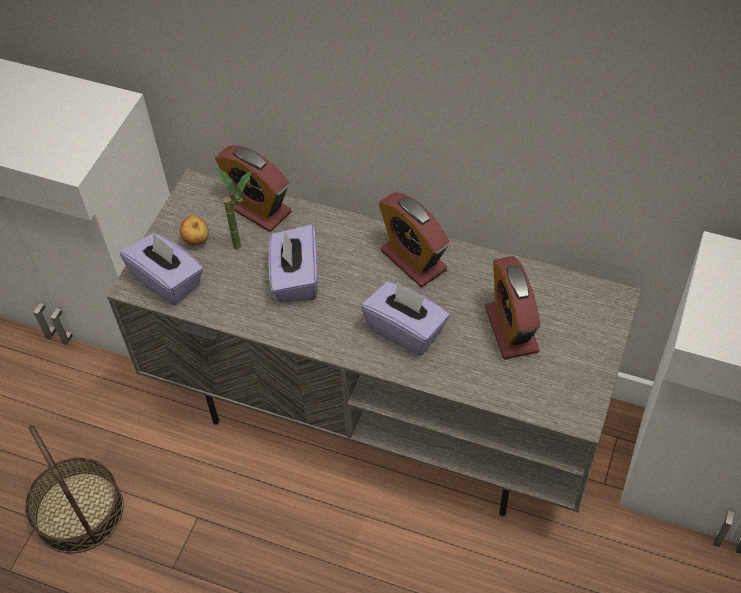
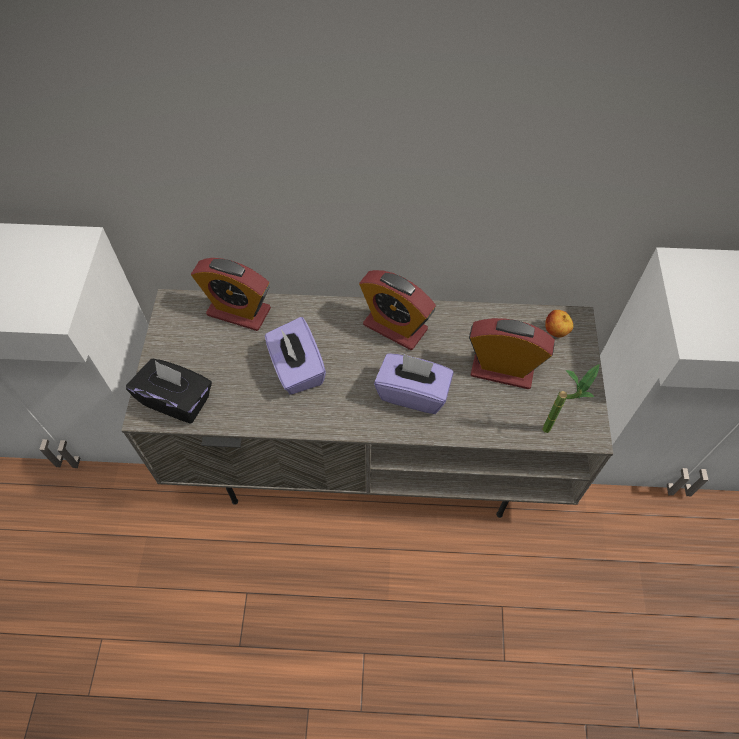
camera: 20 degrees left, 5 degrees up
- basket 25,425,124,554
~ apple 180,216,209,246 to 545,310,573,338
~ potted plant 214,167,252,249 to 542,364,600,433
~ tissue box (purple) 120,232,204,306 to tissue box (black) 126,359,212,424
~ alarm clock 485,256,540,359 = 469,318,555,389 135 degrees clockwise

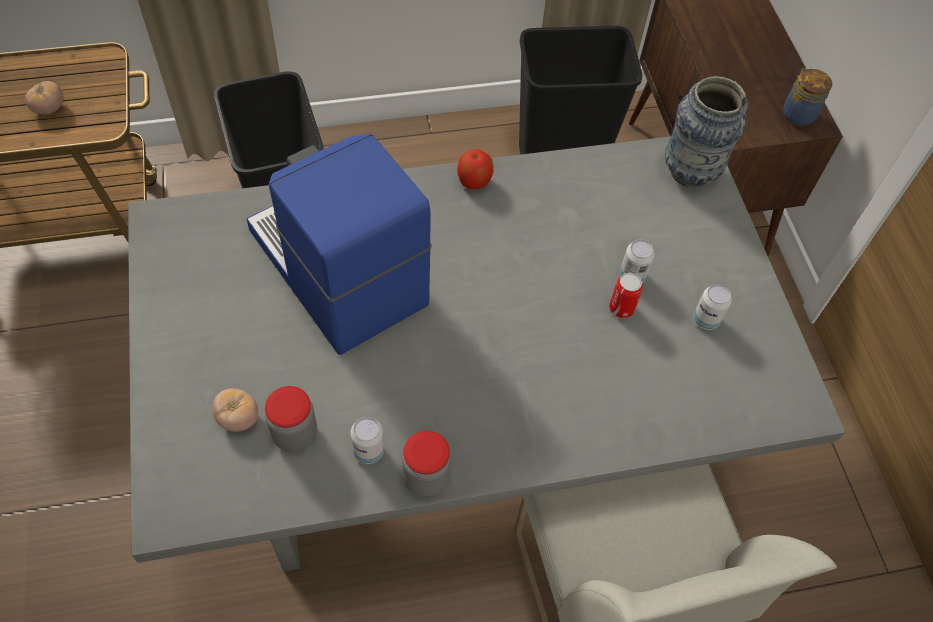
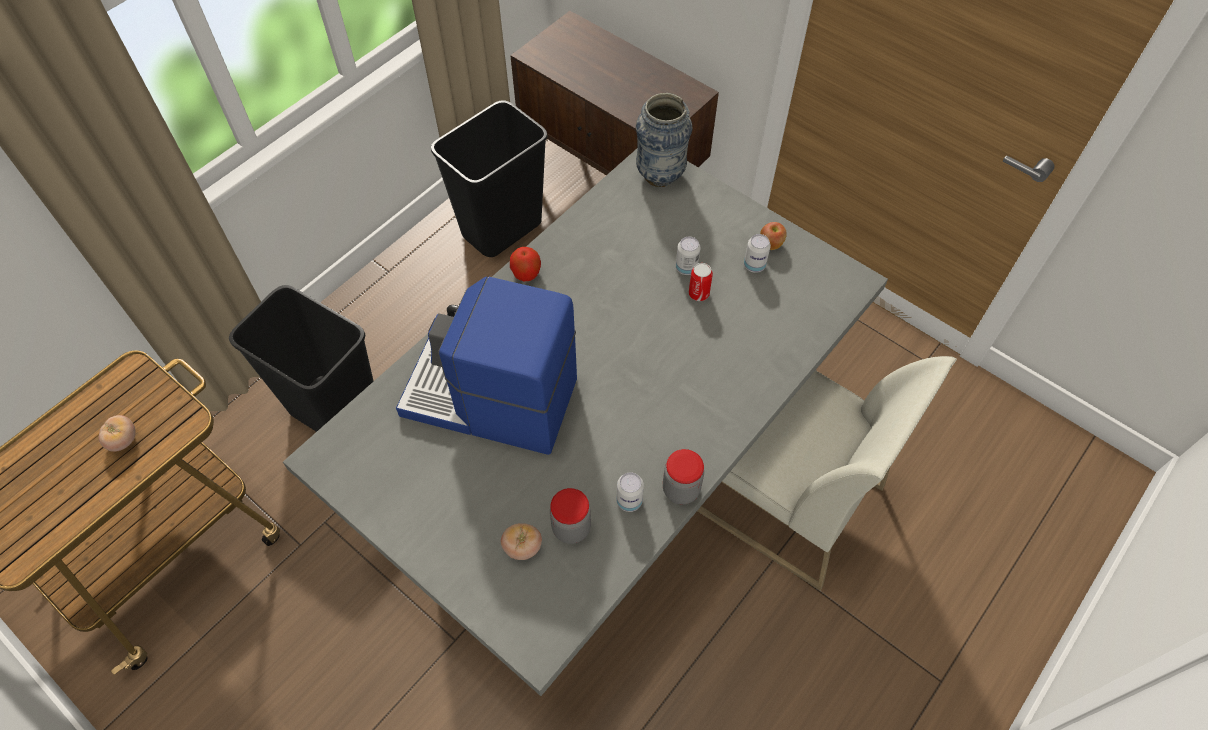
camera: 35 degrees left, 0 degrees up
- jar 783,68,832,126
+ apple 760,222,787,250

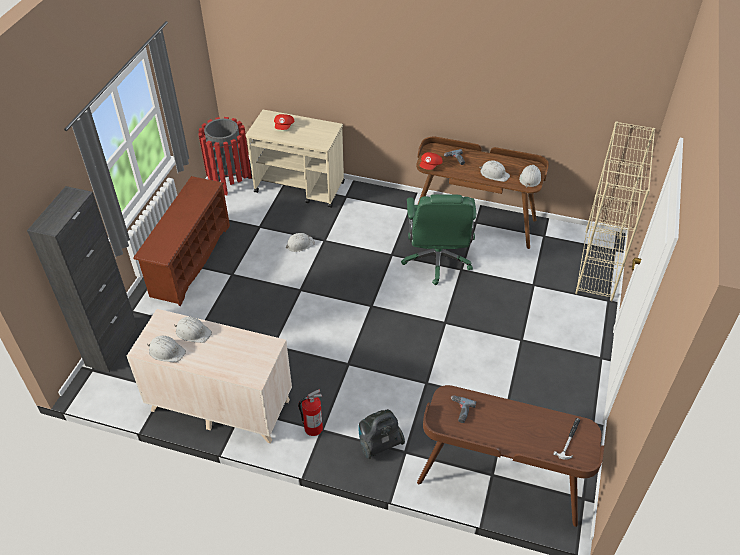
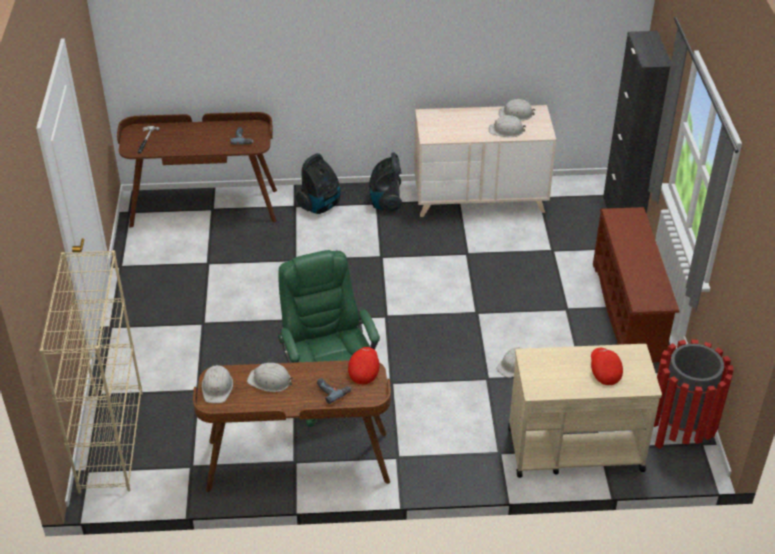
camera: 160 degrees right, 5 degrees down
~ fire extinguisher 298,389,323,436 to vacuum cleaner 369,152,402,212

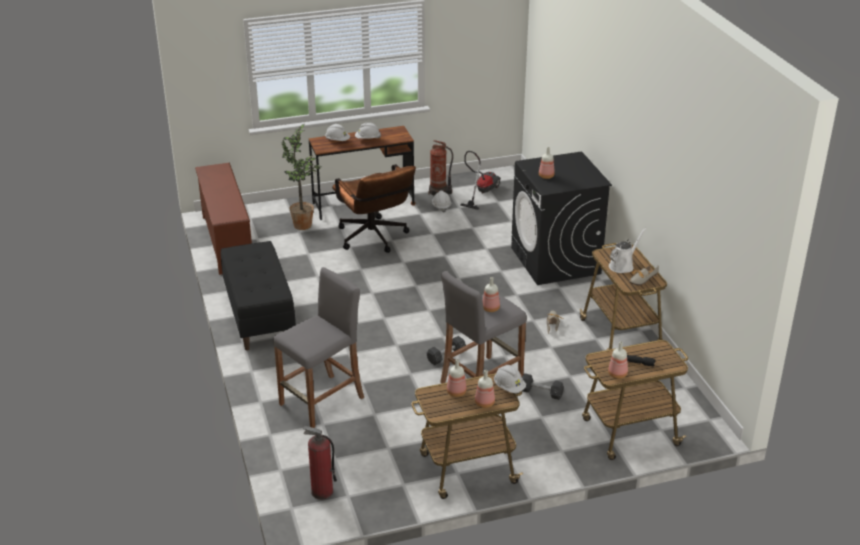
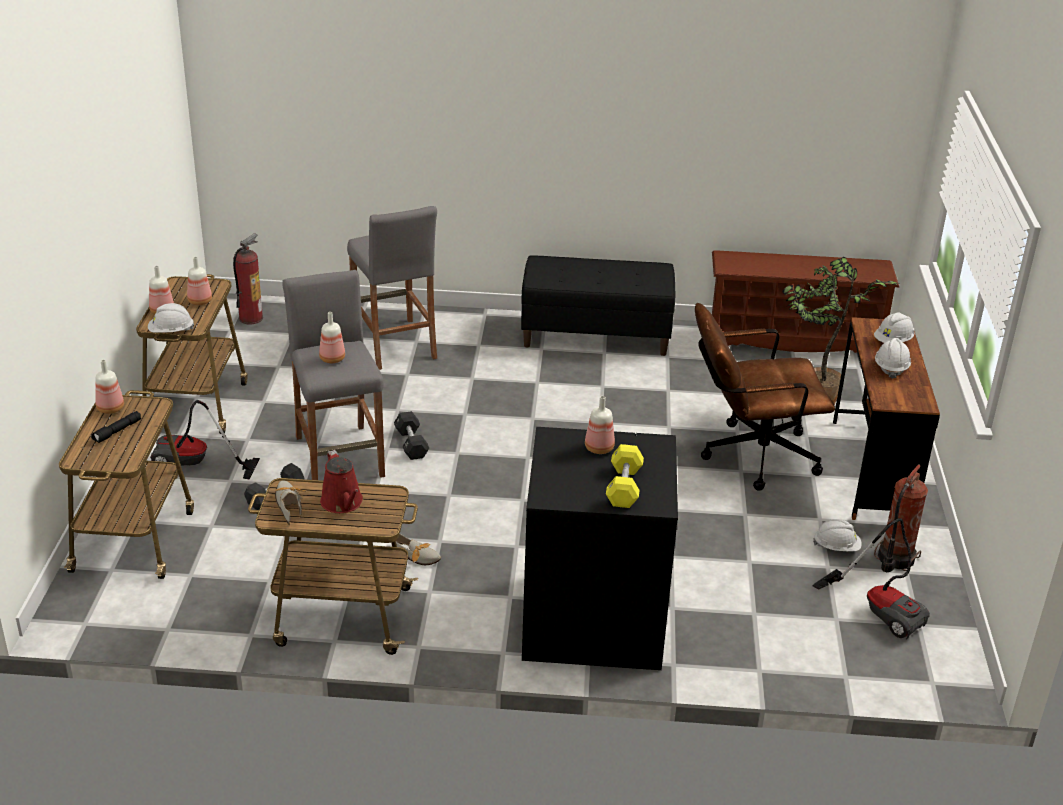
camera: 110 degrees right, 0 degrees up
+ vacuum cleaner 150,400,260,480
+ dumbbell (yellow) 606,444,644,508
~ watering can (white) 609,228,646,273 to watering can (red) 320,450,363,513

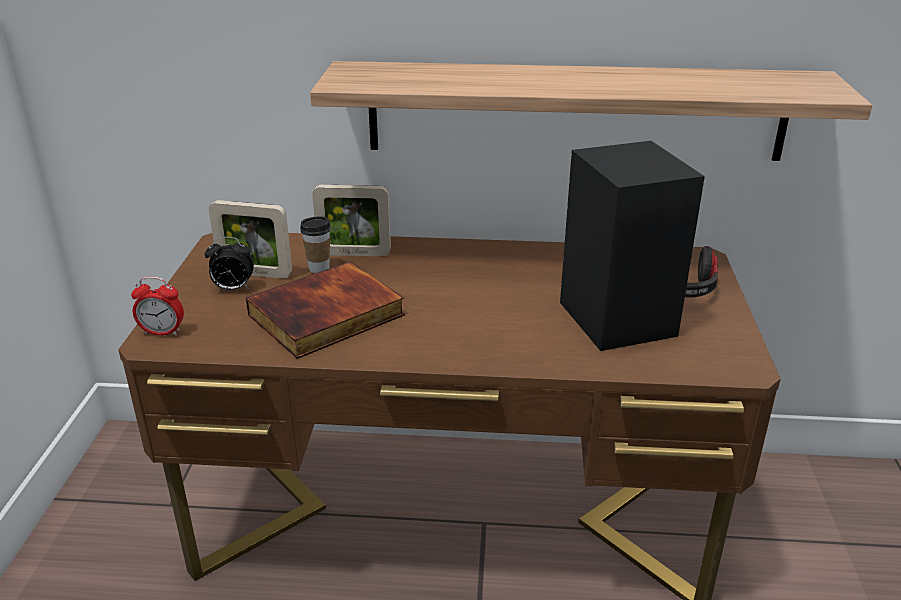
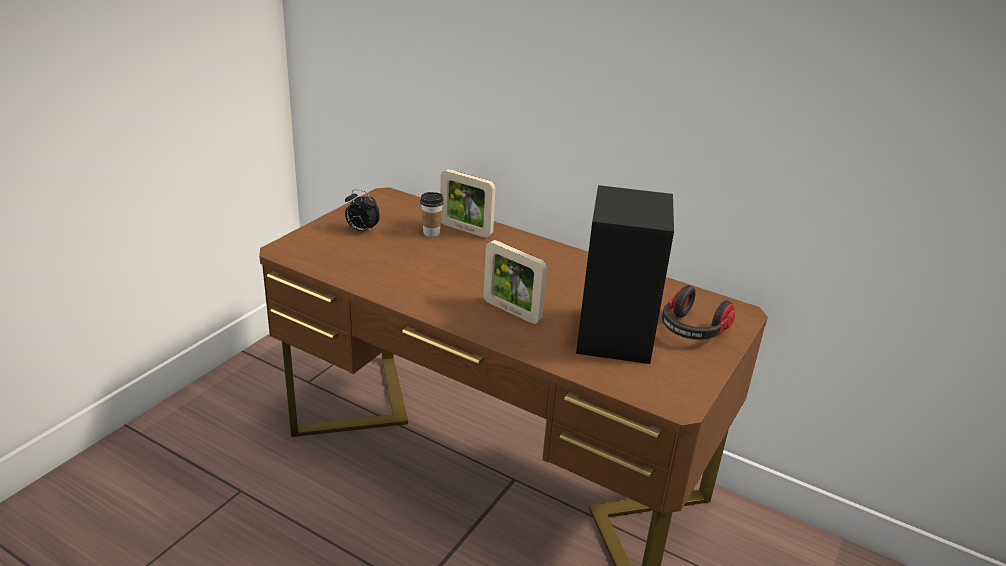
camera: 25 degrees right, 0 degrees up
- alarm clock 131,277,184,336
- book 246,261,405,359
- shelf 310,61,872,161
~ picture frame 209,200,292,279 to 483,240,547,324

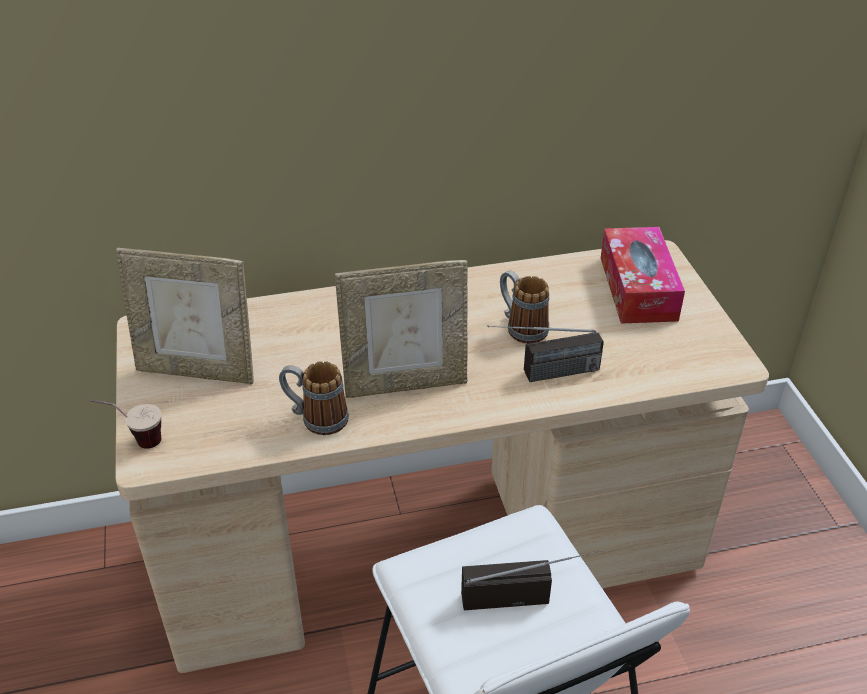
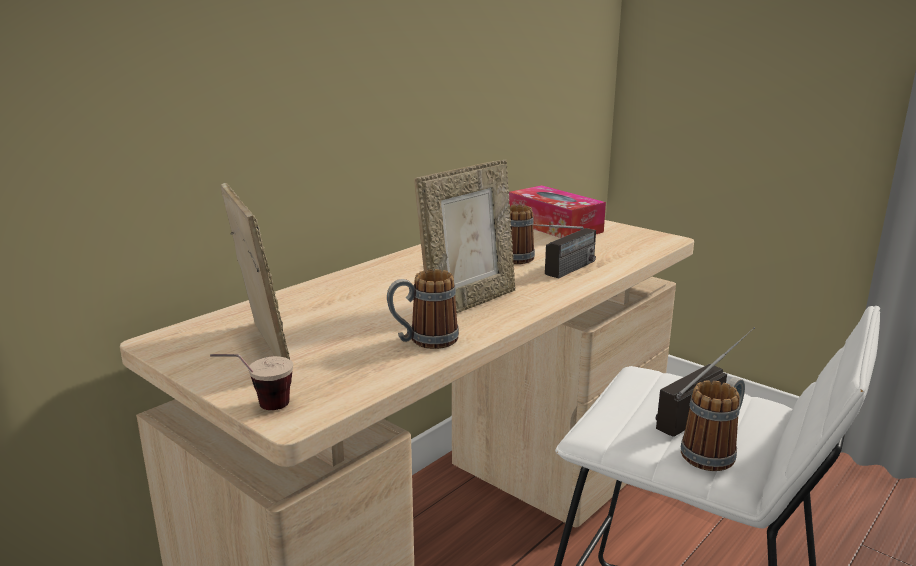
camera: 35 degrees left, 20 degrees down
+ mug 681,377,745,471
~ picture frame 116,248,254,384 = 220,183,290,359 90 degrees counterclockwise

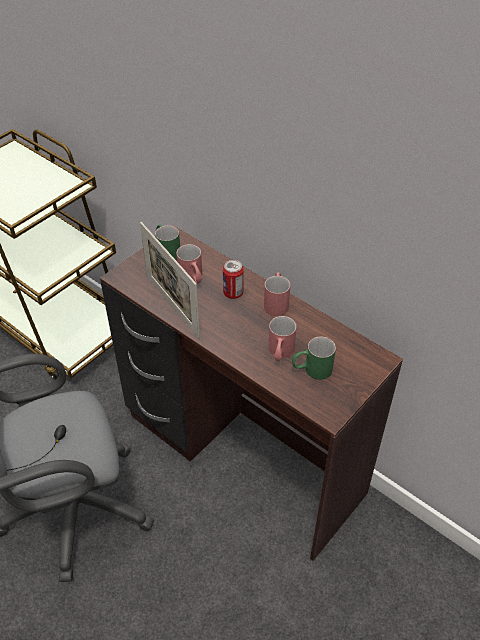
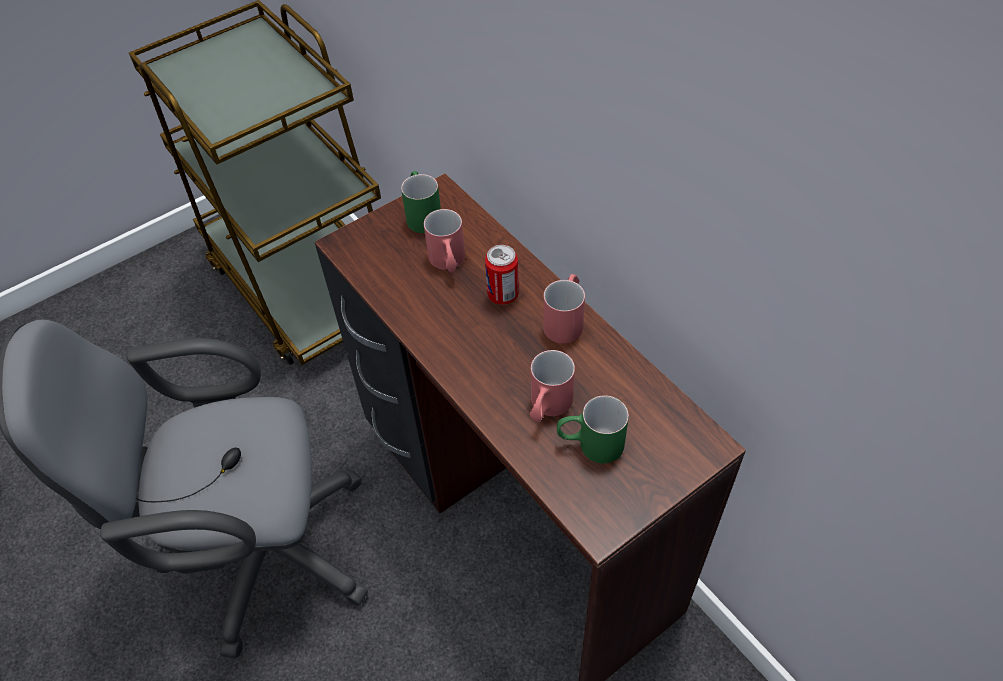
camera: 15 degrees right, 5 degrees up
- picture frame 140,222,200,339

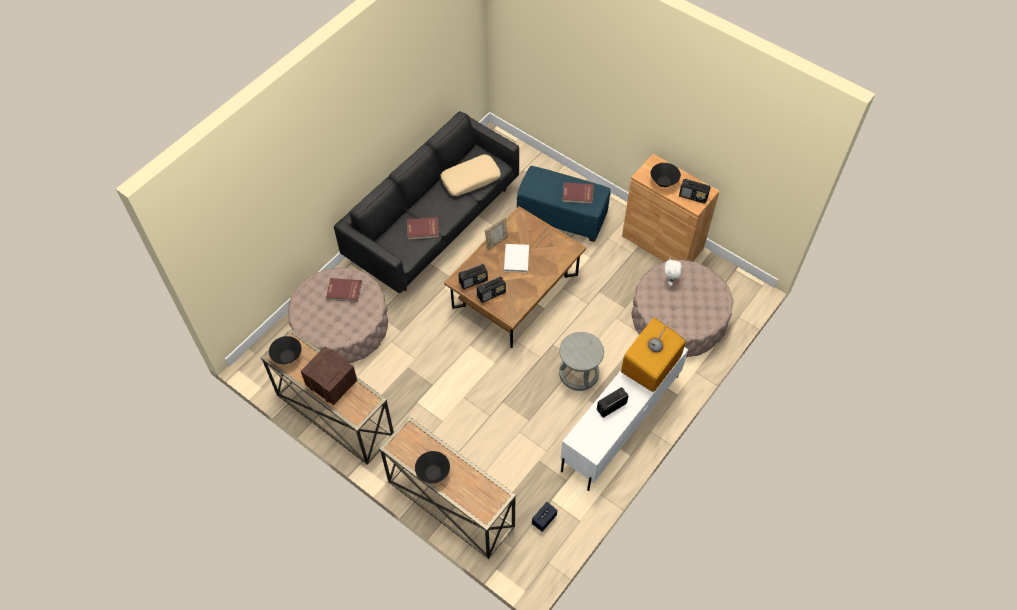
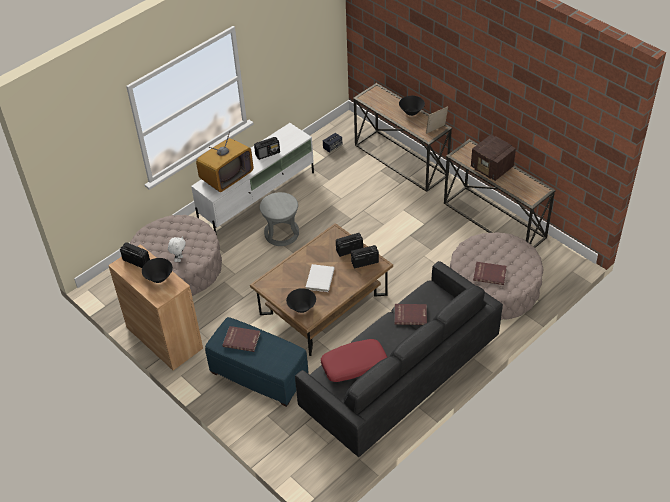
camera: 170 degrees left, 10 degrees down
~ bowl (black) 269,336,302,365 to 286,288,316,313
~ picture frame 485,217,508,250 to 426,106,448,134
~ pillow (beige) 440,154,501,196 to pillow (red) 321,339,387,382

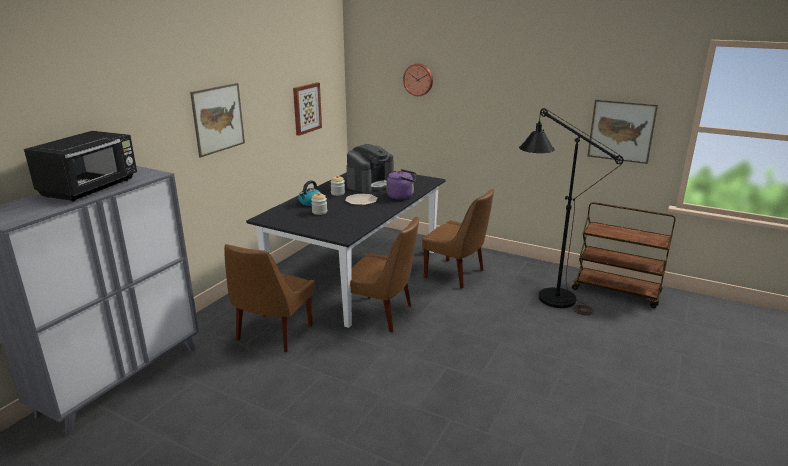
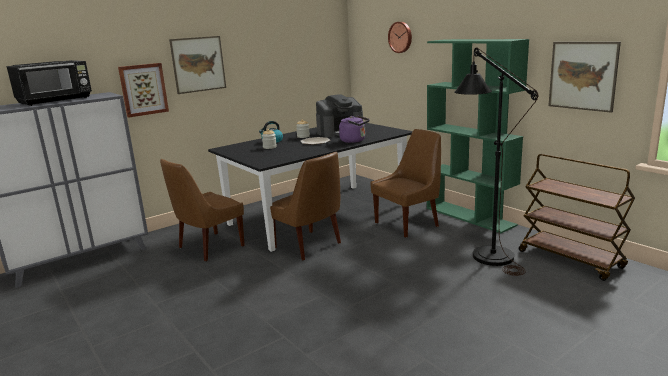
camera: 25 degrees right, 5 degrees down
+ bookcase (green) 427,39,529,233
~ picture 293,83,322,136 to 118,63,169,118
~ chair (brown) 422,189,494,289 = 370,129,441,238 90 degrees counterclockwise

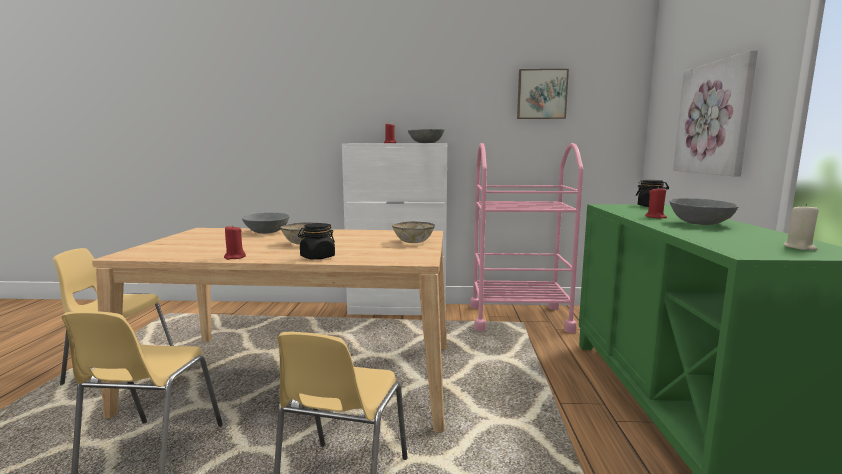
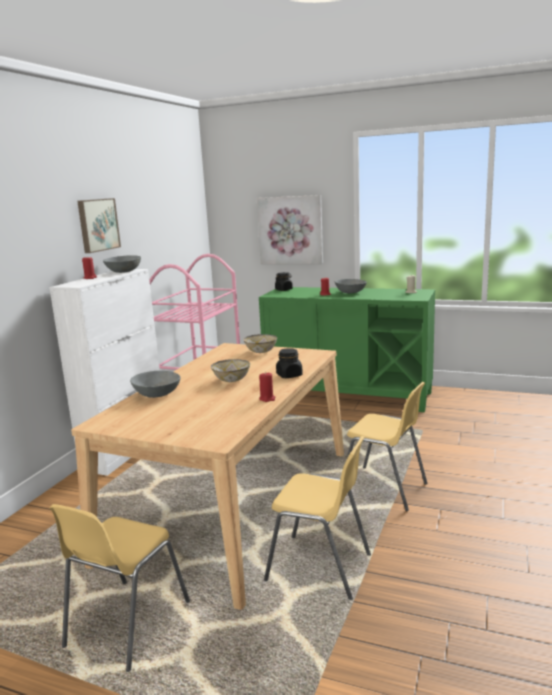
camera: 70 degrees left, 5 degrees up
~ picture 517,69,569,119 to 77,198,121,253

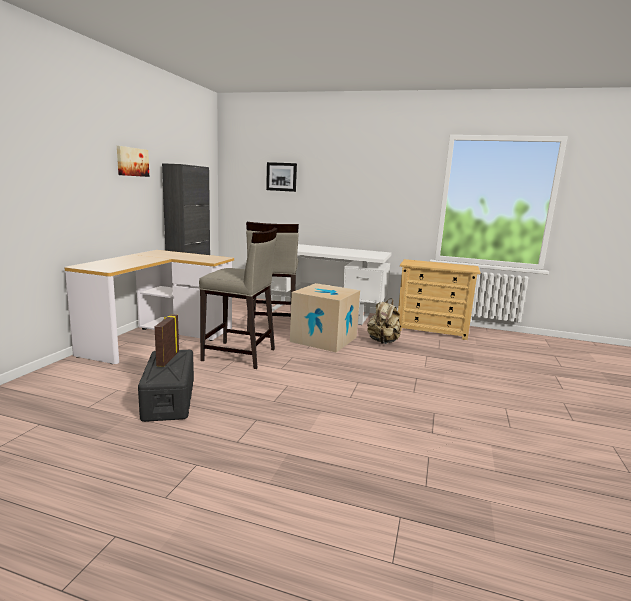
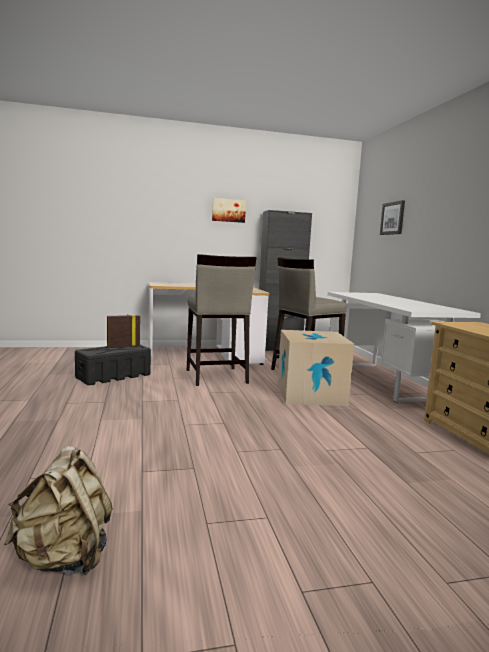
camera: 60 degrees right, 5 degrees down
~ backpack (beige) 367,298,400,344 to 4,446,113,575

